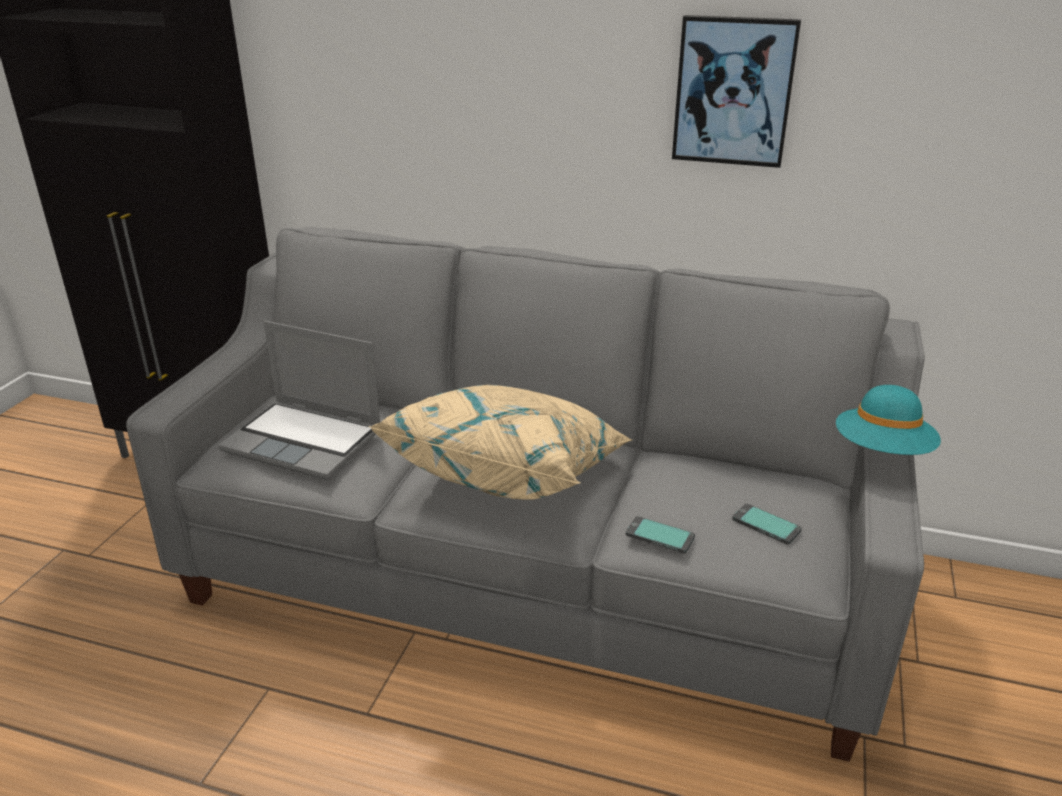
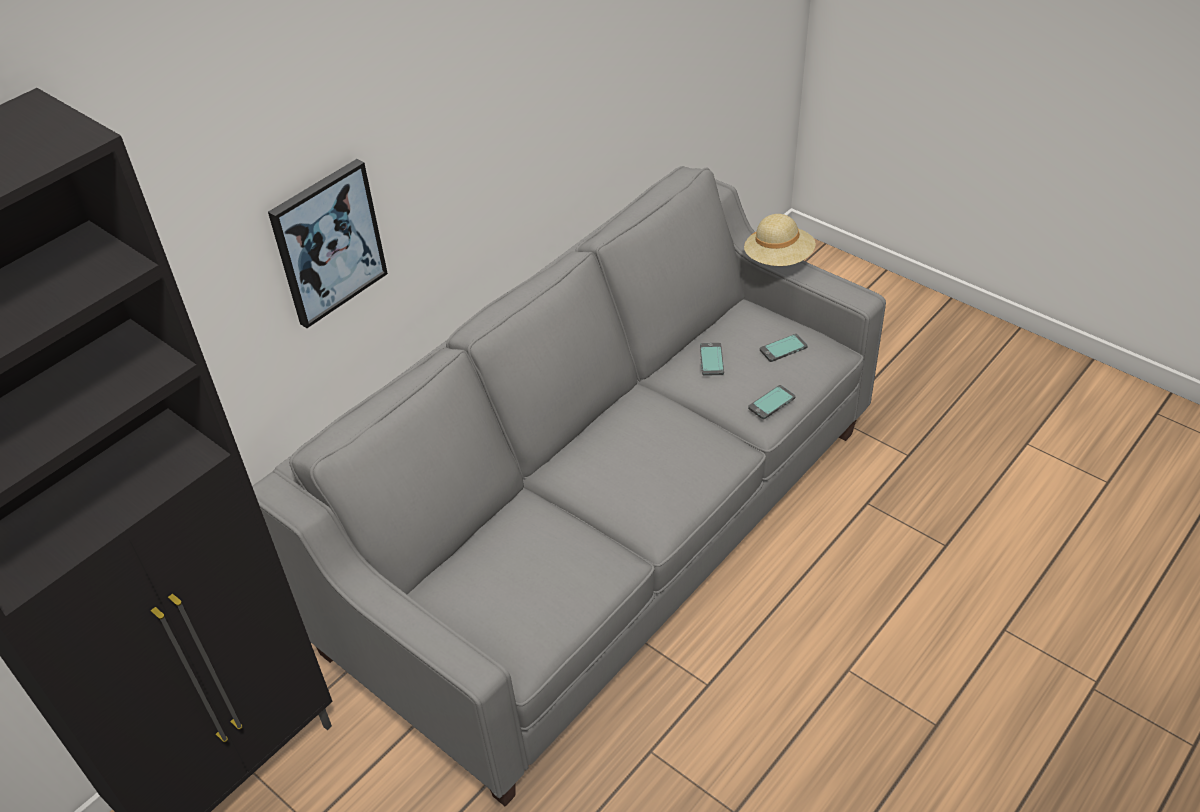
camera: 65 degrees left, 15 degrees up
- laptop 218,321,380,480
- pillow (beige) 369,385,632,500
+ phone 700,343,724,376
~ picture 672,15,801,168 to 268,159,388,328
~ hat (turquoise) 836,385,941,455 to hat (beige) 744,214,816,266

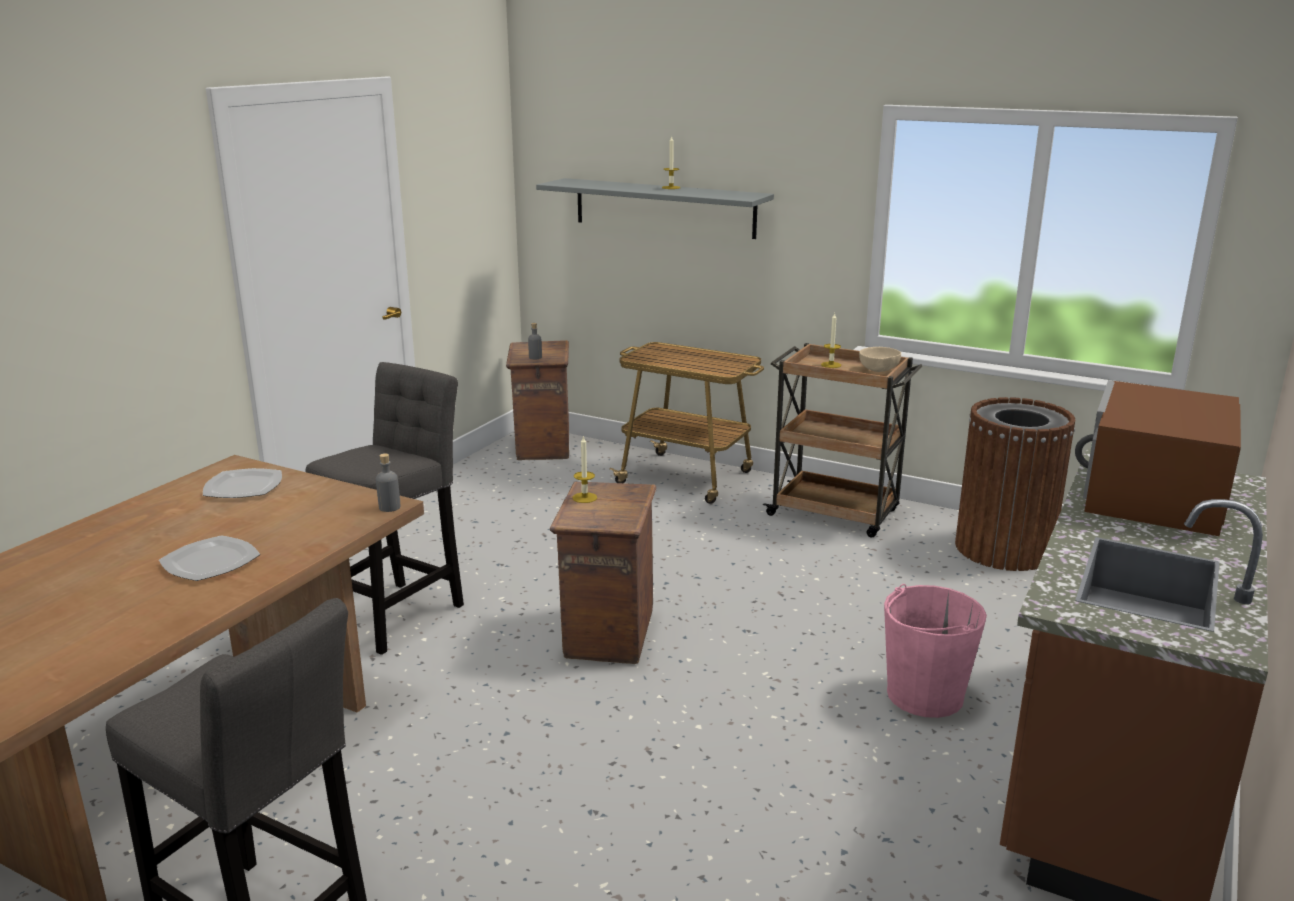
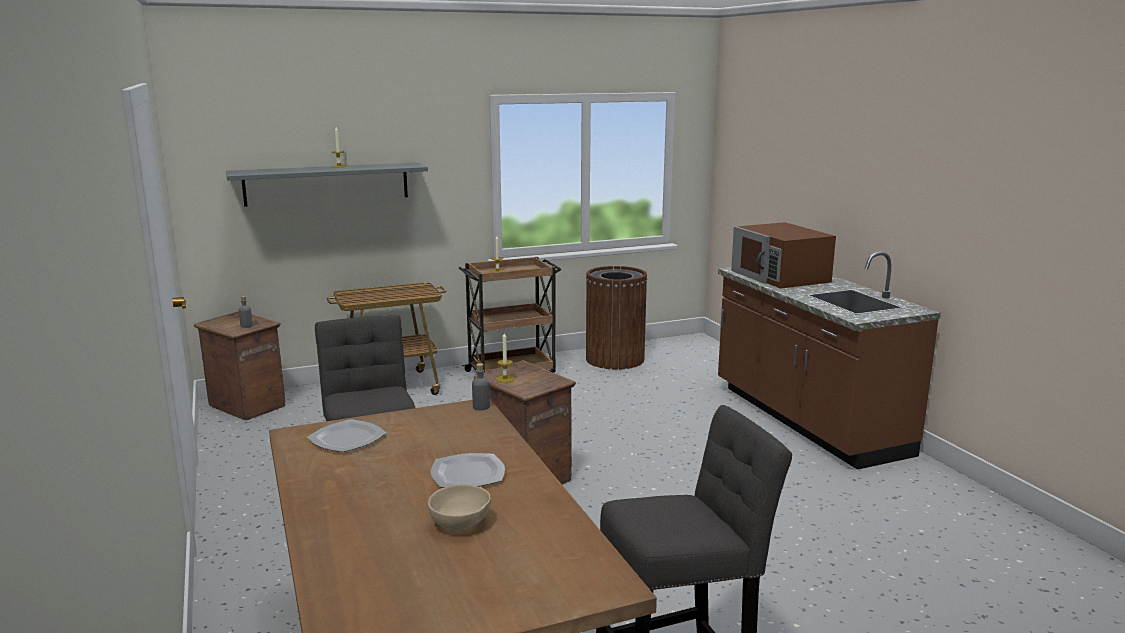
camera: 50 degrees left, 5 degrees down
- bucket (pink) 884,584,987,718
~ bowl (beige) 859,347,901,372 to 428,484,491,530

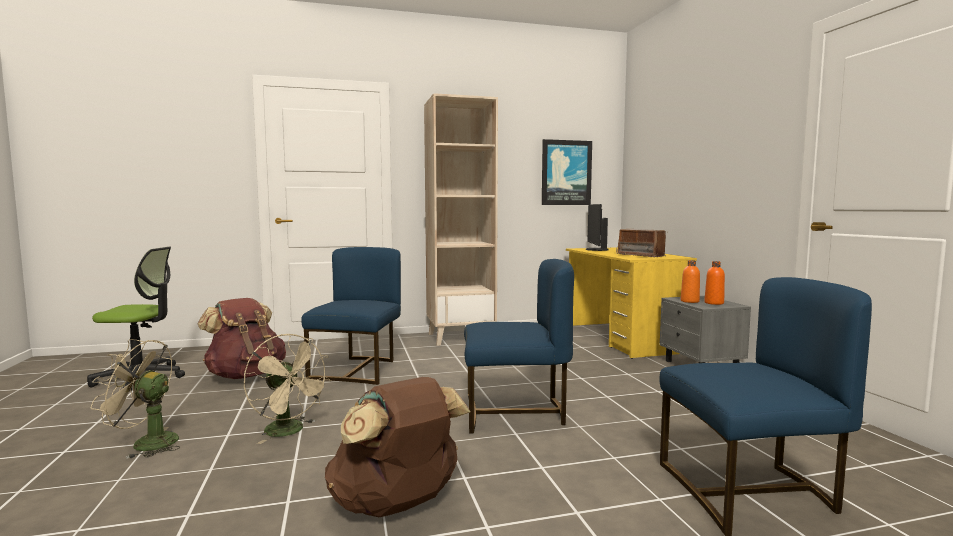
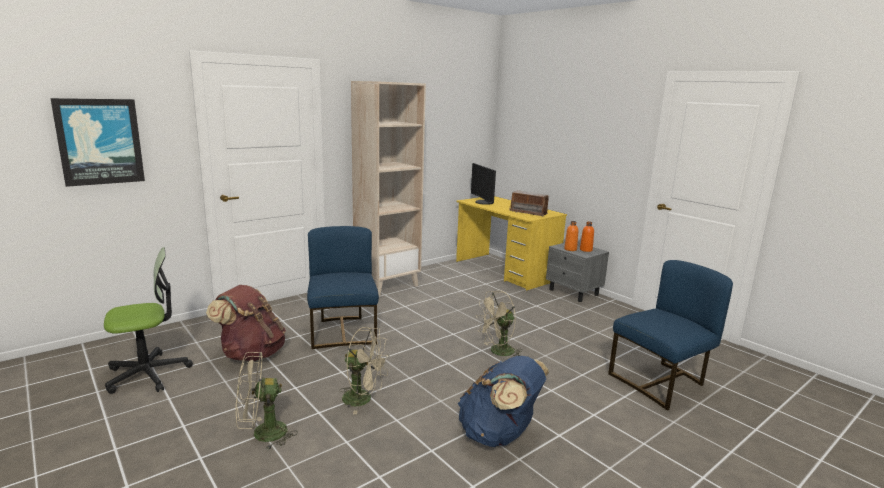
camera: 25 degrees left, 10 degrees up
~ picture 542,139,592,205 to 50,98,145,187
~ chair (blue) 464,259,574,433 to fan (beige) 476,290,522,358
~ backpack (brown) 325,377,471,517 to backpack (blue) 458,356,549,447

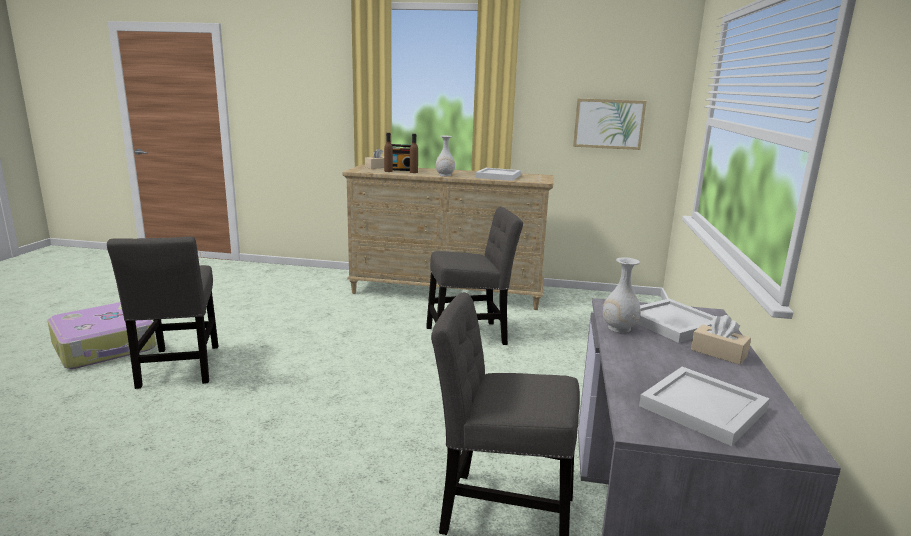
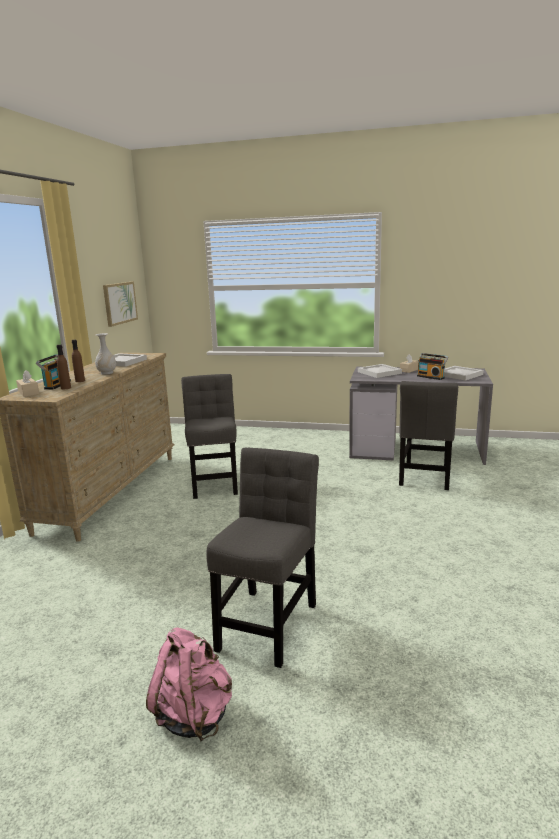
camera: 85 degrees left, 0 degrees up
- vase (white) 603,257,641,333
+ radio 417,353,448,380
~ suitcase 47,302,156,369 to backpack (pink) 146,627,232,742
~ chair (grey) 107,236,218,389 = 207,448,319,668 60 degrees counterclockwise

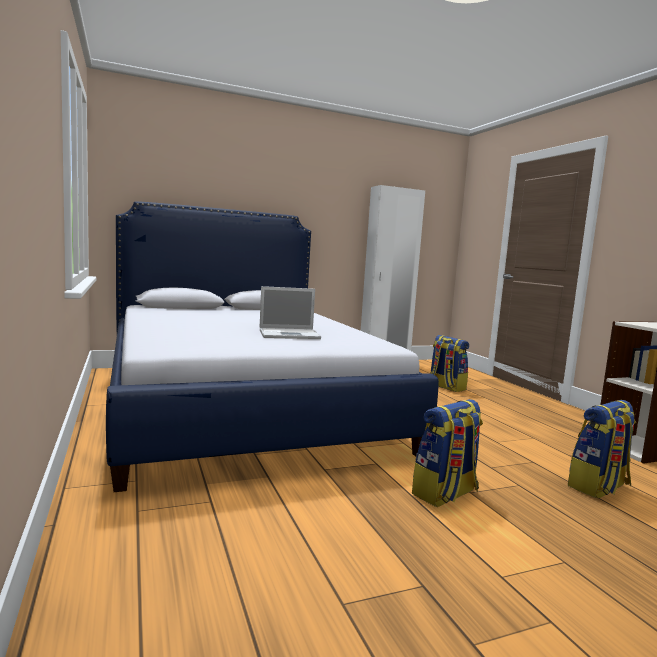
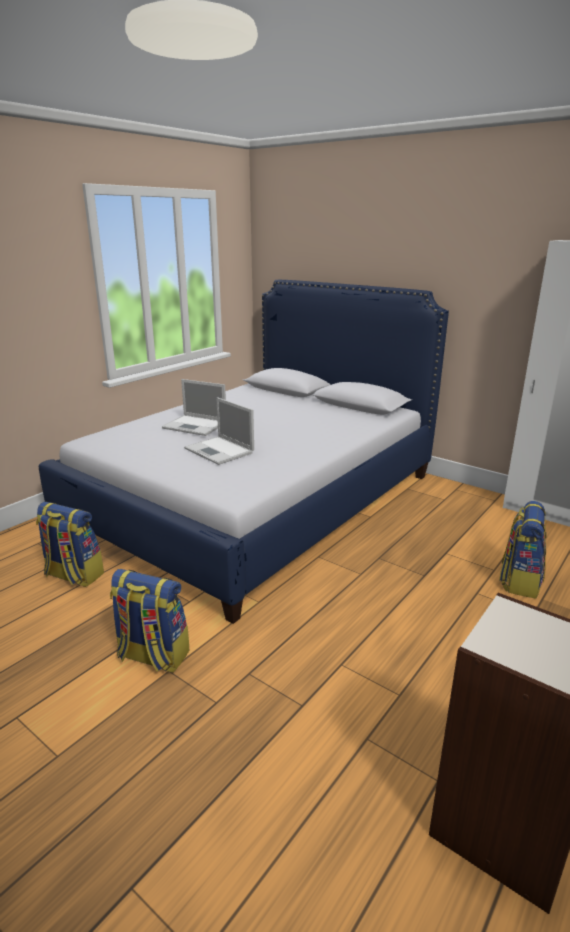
camera: 60 degrees right, 15 degrees up
+ laptop 162,379,226,436
~ backpack 568,400,636,498 to 36,502,104,587

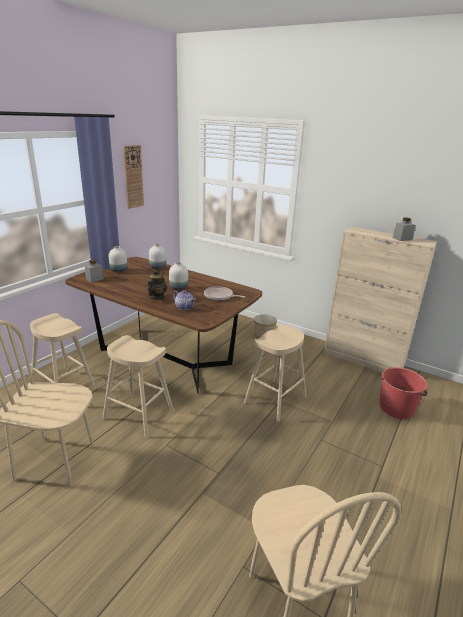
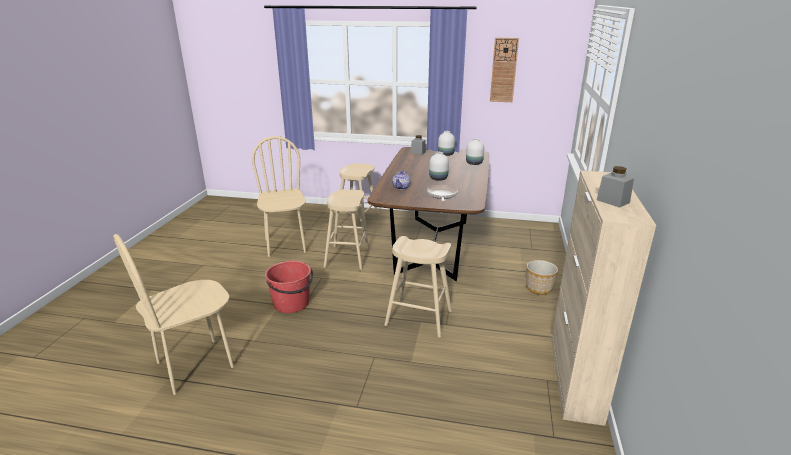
camera: 70 degrees right, 0 degrees up
- teapot 146,269,167,300
~ bucket (red) 379,367,428,419 to 265,261,313,313

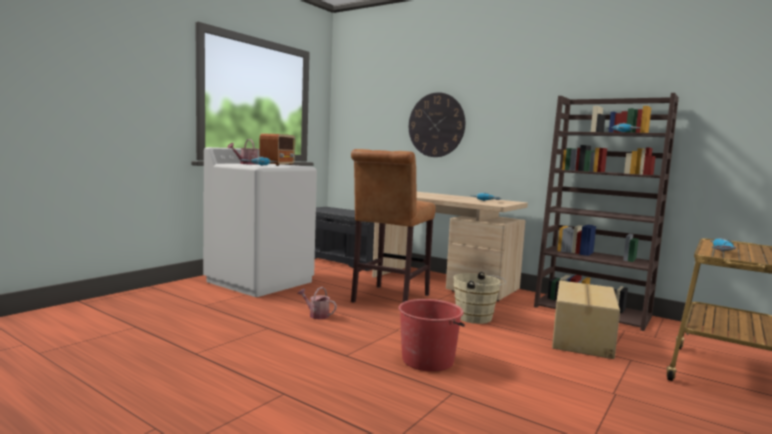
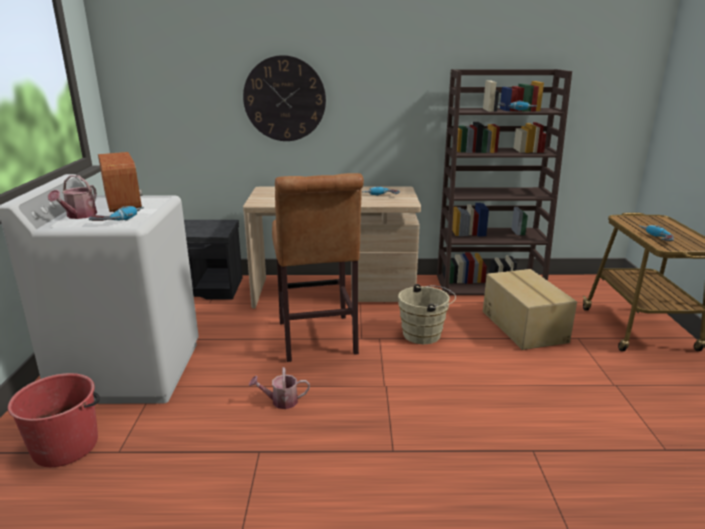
camera: 35 degrees left, 15 degrees up
~ bucket (red) 398,299,465,372 to 8,373,100,467

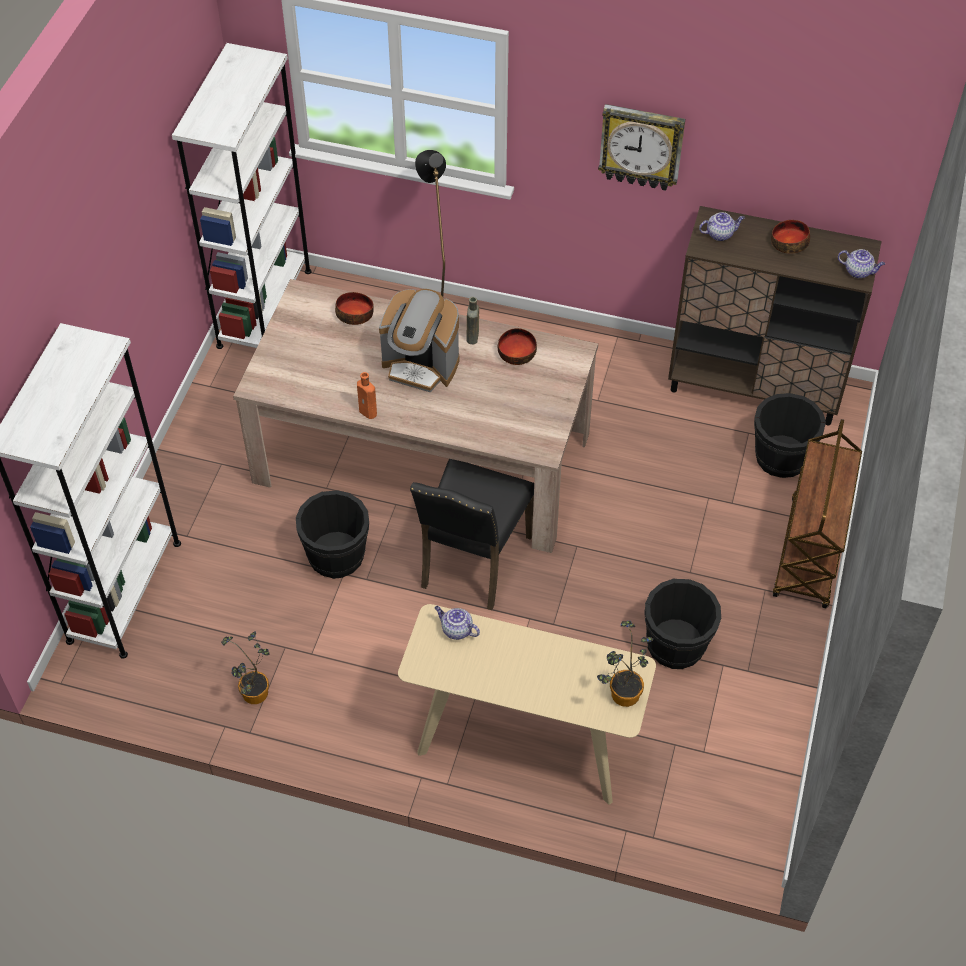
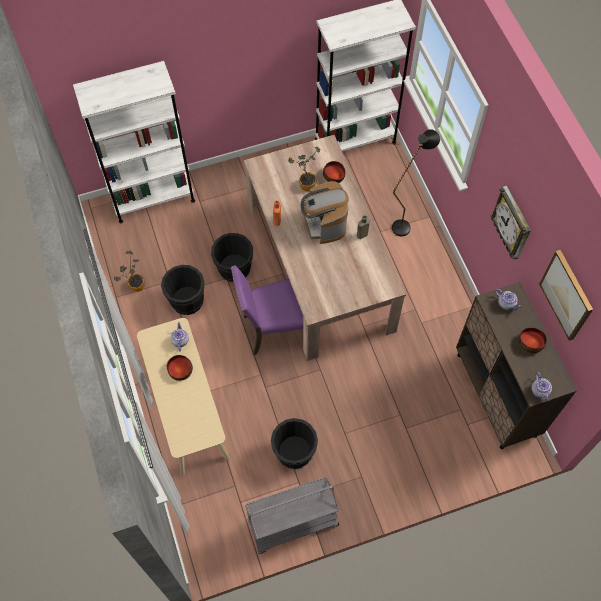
camera: 55 degrees right, 10 degrees up
- cart (brown) 773,419,862,608
+ cart (grey) 245,477,339,554
+ picture 539,250,593,341
~ bowl 498,328,537,365 to 167,355,193,381
~ potted plant 597,621,654,707 to 288,147,321,191
~ bucket (black) 754,393,826,478 to 161,265,205,315
~ chair (black) 410,459,534,610 to chair (purple) 231,266,303,355

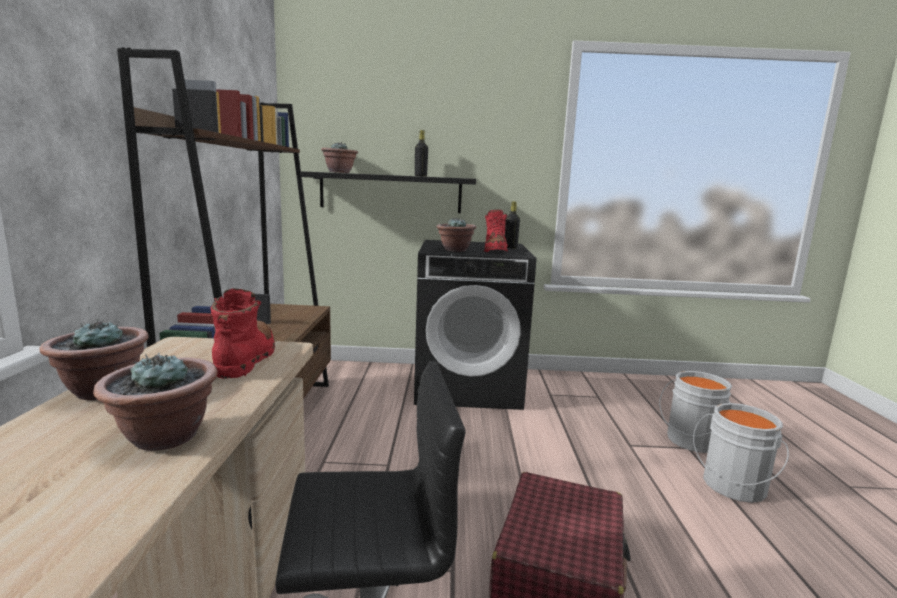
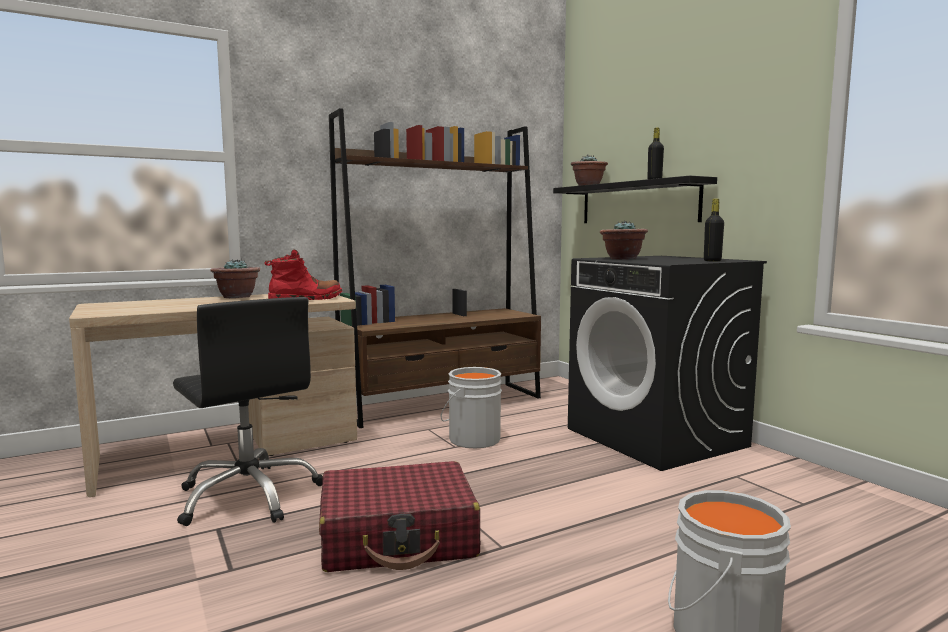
camera: 60 degrees right, 5 degrees down
- potted plant 93,352,218,451
- boot (red) 484,210,508,252
~ bucket (grey) 659,371,732,453 to 441,367,502,449

